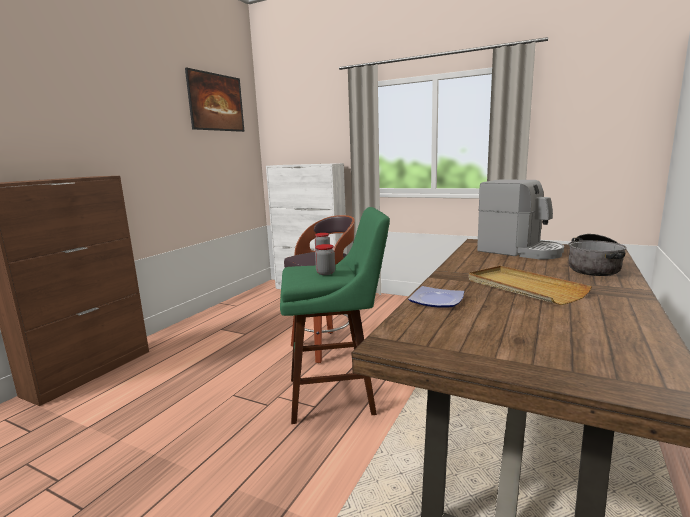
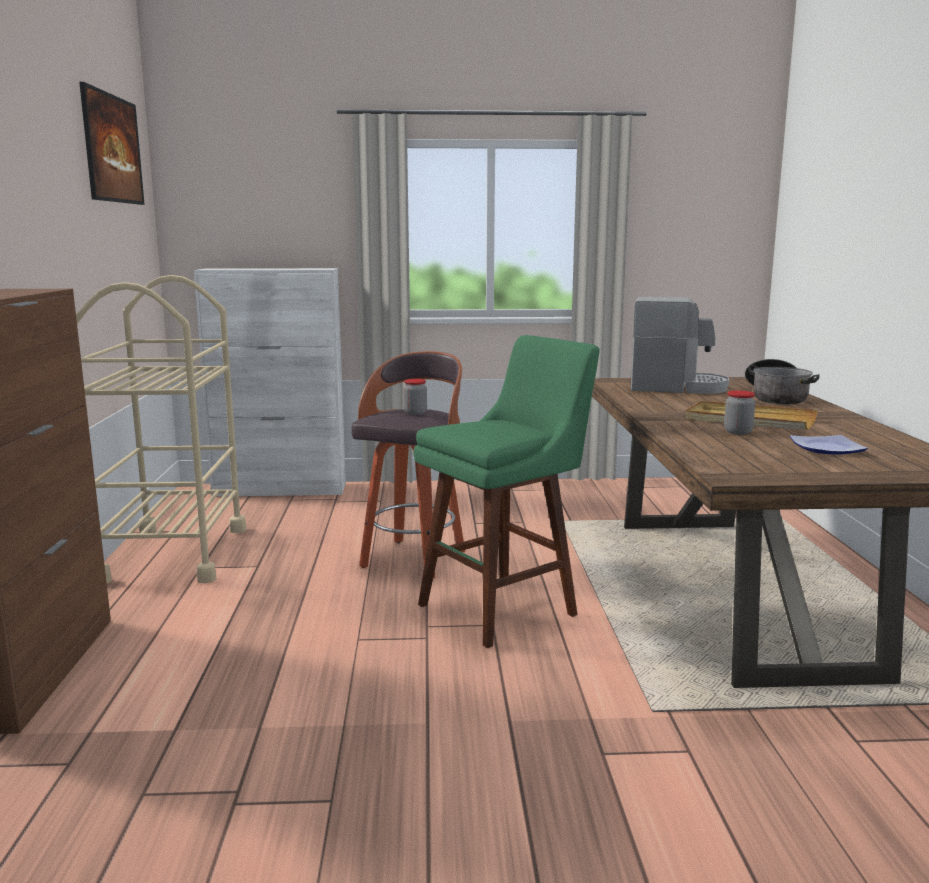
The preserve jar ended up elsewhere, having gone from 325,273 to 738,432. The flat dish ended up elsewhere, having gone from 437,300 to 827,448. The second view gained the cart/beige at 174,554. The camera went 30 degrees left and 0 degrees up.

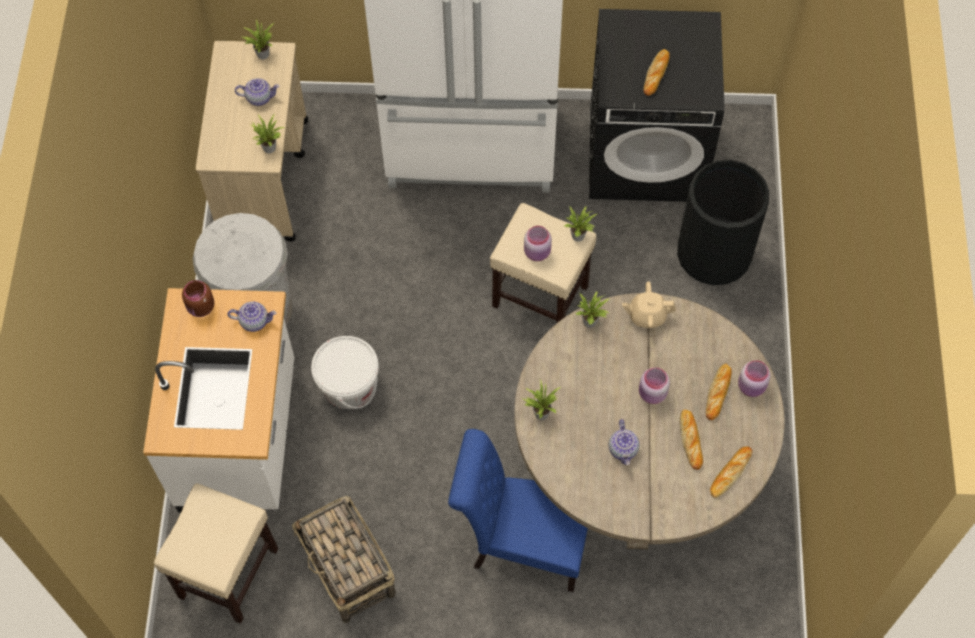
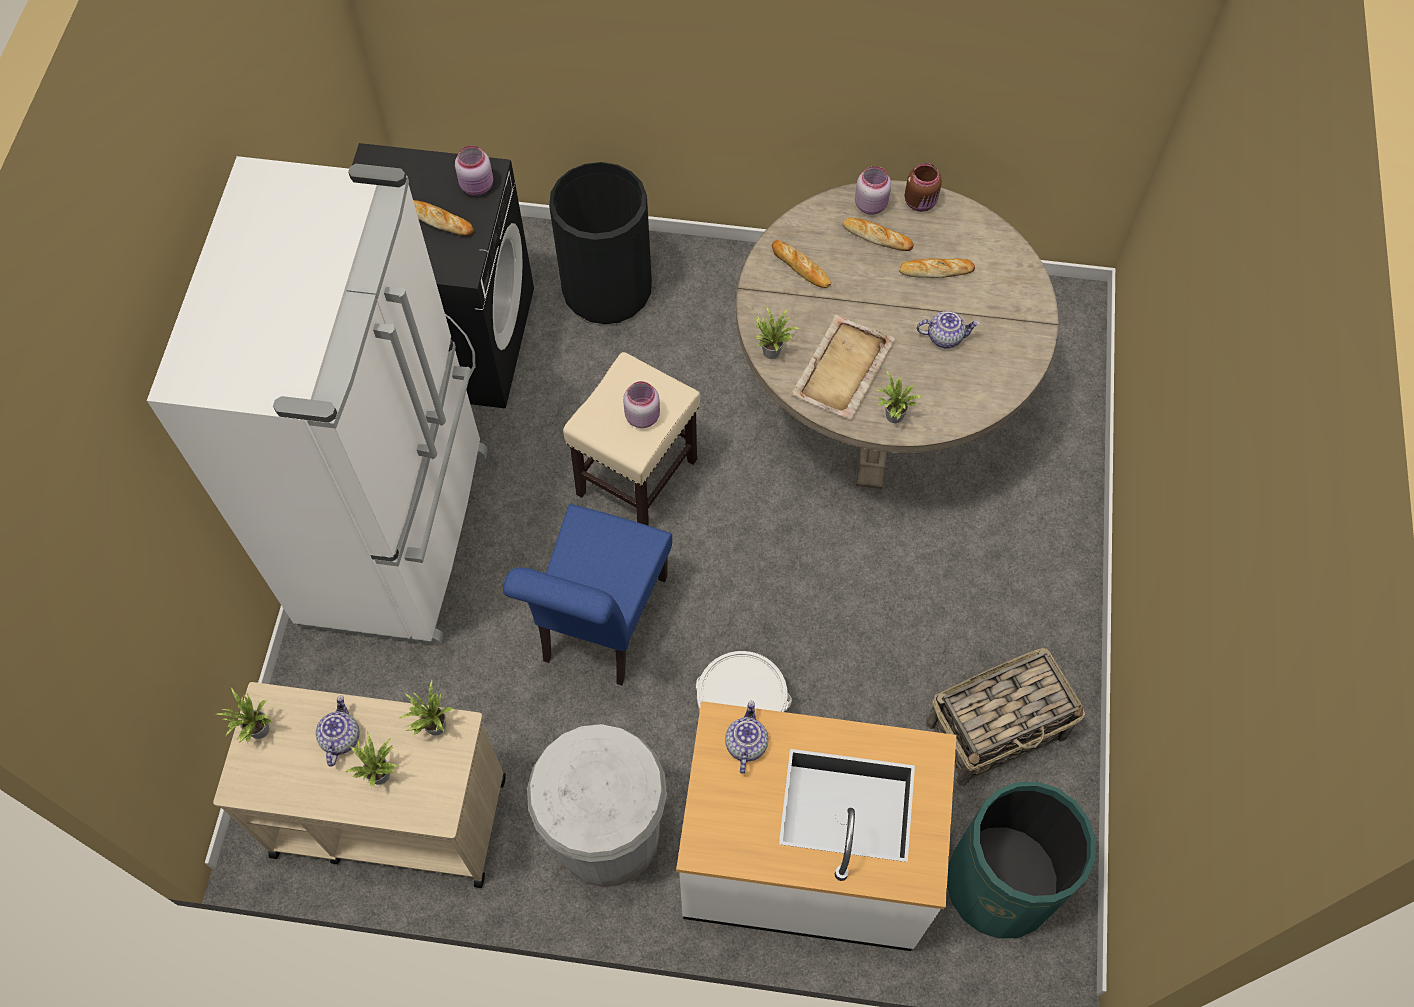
The houseplant ended up elsewhere, having gone from 580,236 to 380,772. The preserve jar/brownish ended up elsewhere, having gone from 201,308 to 921,202. The second view lost the teapot/beige at 647,315. The preserve jar/pink-coloured ended up elsewhere, having gone from 652,394 to 478,186. The upright chair/blue-coloured ended up elsewhere, having gone from 522,544 to 600,626. The baked bread ended up elsewhere, having gone from 730,473 to 800,267. Where the sitting stool/beige stood at 228,574, the trash can/green came to stand at 1000,883. The second view gained the tray/beige at 842,370. The camera went 85 degrees left and 0 degrees up.

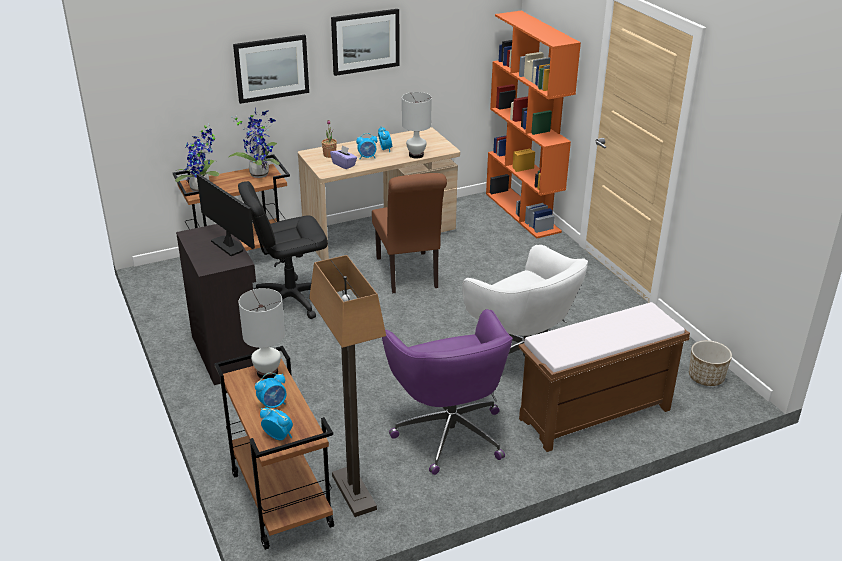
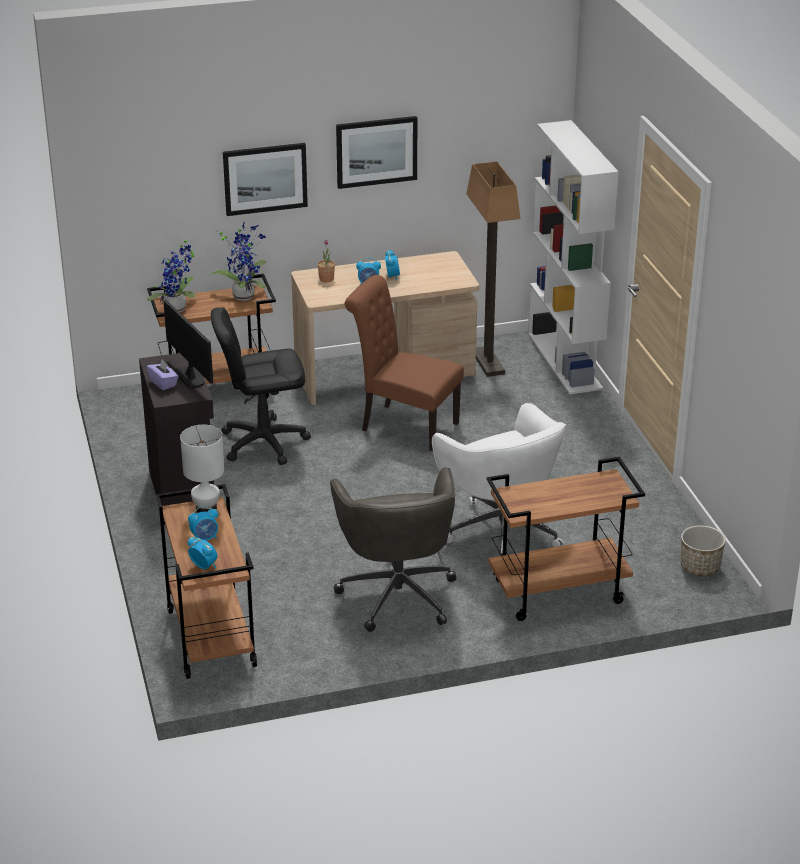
What was the bookcase/orange at 523,212 turned into the bookcase/whitish at 565,361. The second view lost the tabletop lamp/whitish at 415,155. The tissue holder/purple ended up elsewhere, having gone from 344,164 to 163,383. The upright chair/brownish at 408,275 ended up facing another way, 120 degrees clockwise from before. The floor lamp ended up elsewhere, having gone from 354,492 to 488,363. Where the bench/brownish stood at 594,415, the cart/brownish came to stand at 558,593. What was the computer chair/purple at 449,431 turned into the computer chair/greyish at 397,593. The camera went 10 degrees right and 0 degrees up.

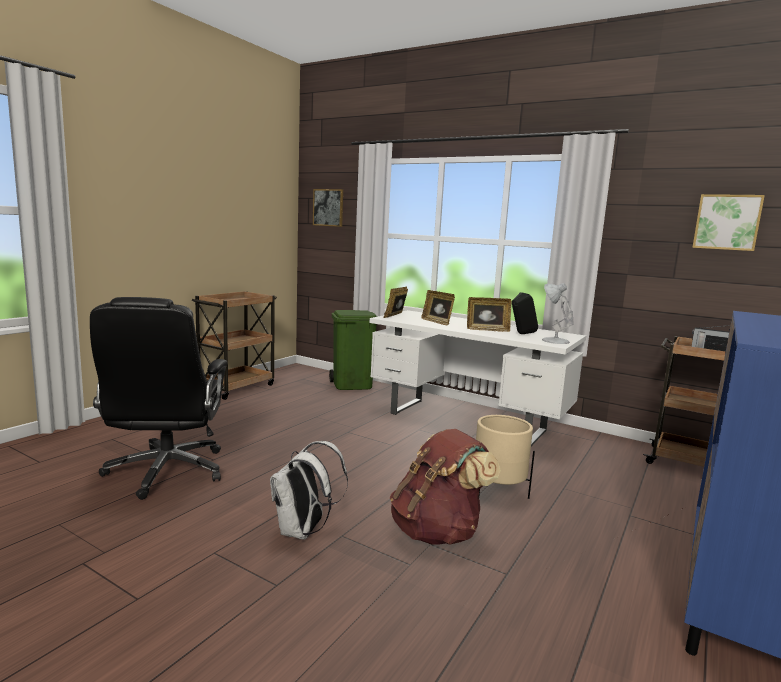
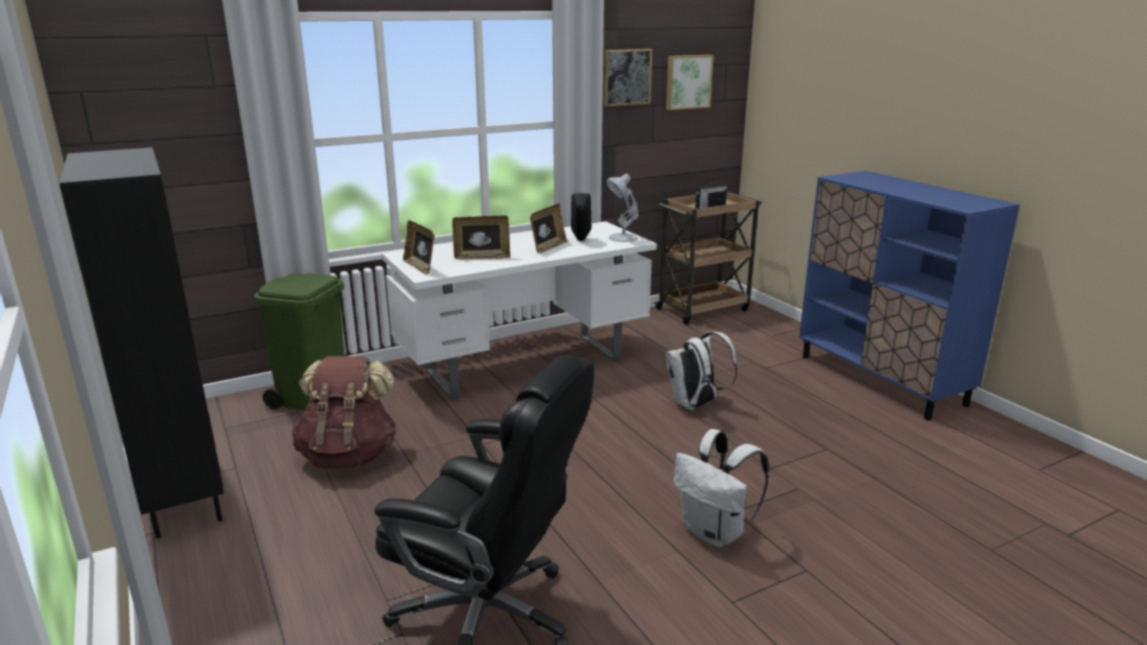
The picture ended up elsewhere, having gone from 328,207 to 627,77. Where the cart/brownish stood at 237,387, the bookcase/blackish came to stand at 182,497. Where the flower pot/beige stood at 498,491, the backpack/whitish came to stand at 695,405. The backpack/brownish ended up elsewhere, having gone from 438,531 to 349,456. The camera went 60 degrees left and 10 degrees up.

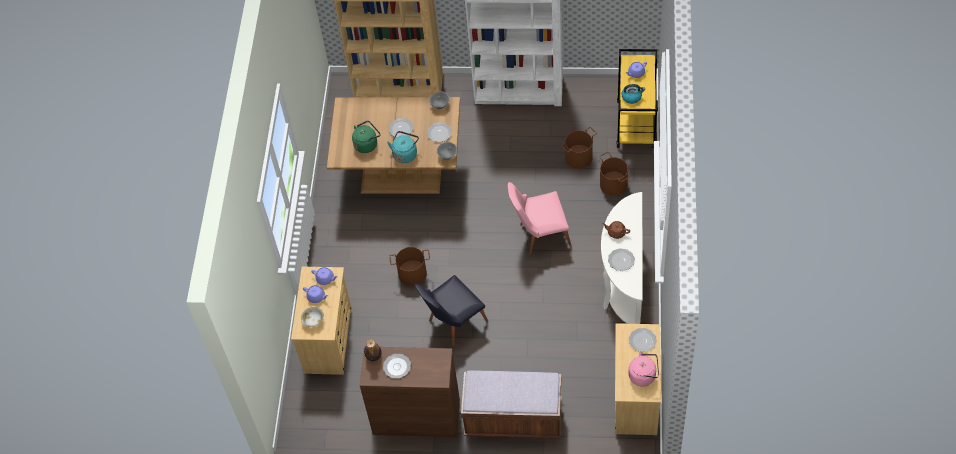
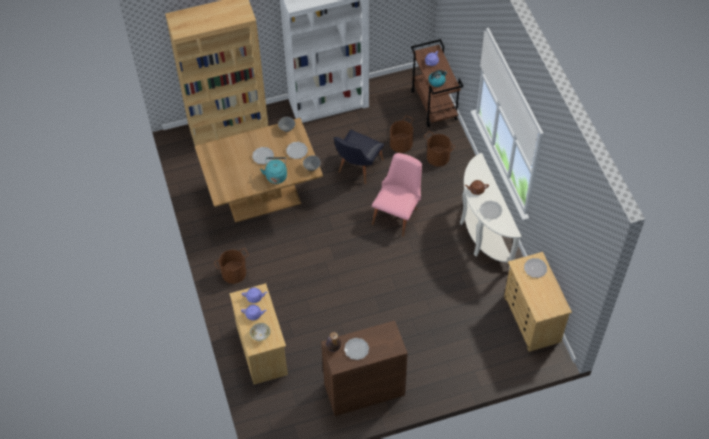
What was the cart/yellow-coloured at 636,125 turned into the cart/brownish at 434,105. The second view lost the tea kettle/green at 367,144. The upright chair/pink-coloured at 539,235 ended up facing another way, 150 degrees clockwise from before. The pail/brownish ended up elsewhere, having gone from 412,274 to 234,273. The upright chair/blackish ended up elsewhere, having gone from 452,323 to 357,168. The second view lost the tea kettle/pink-coloured at 644,375. The second view lost the bench/brownish at 513,419. The camera went 25 degrees left and 0 degrees up.

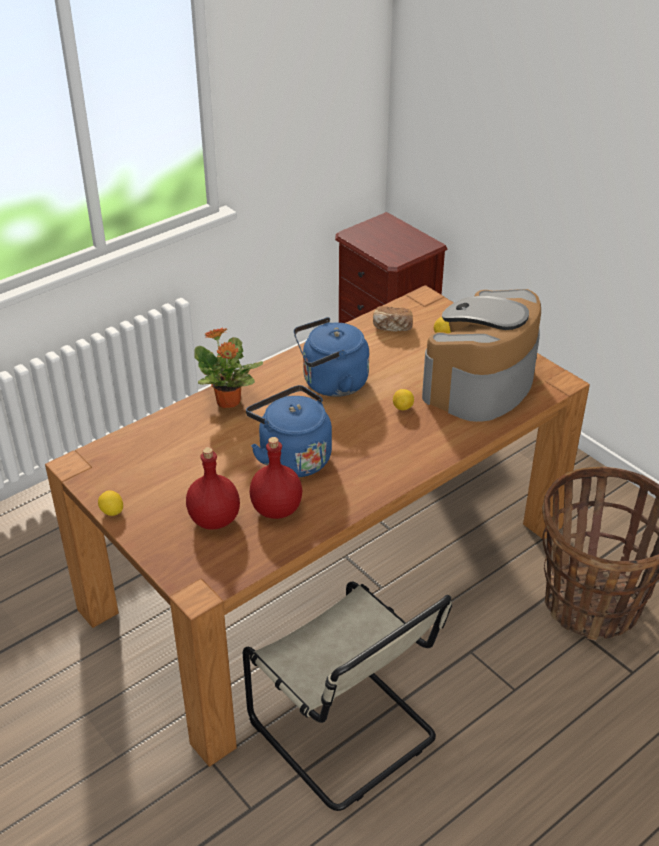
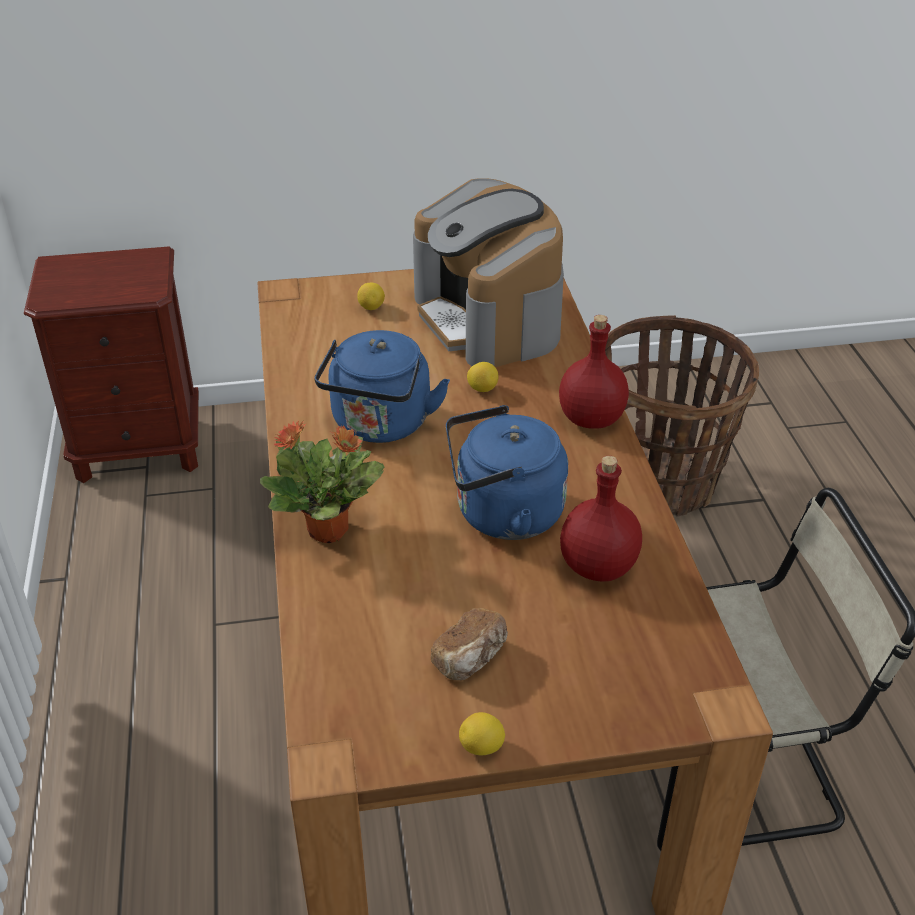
The baked bread ended up elsewhere, having gone from 392,327 to 471,658. The drink bottle/reddish ended up elsewhere, having gone from 213,519 to 590,419. The camera went 60 degrees left and 0 degrees up.

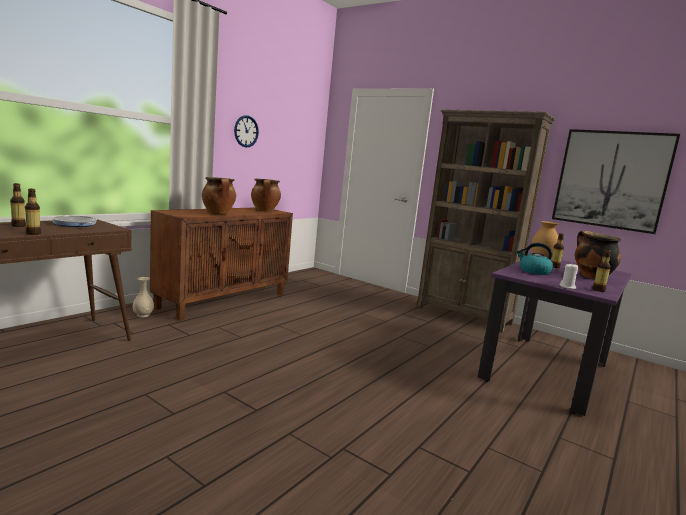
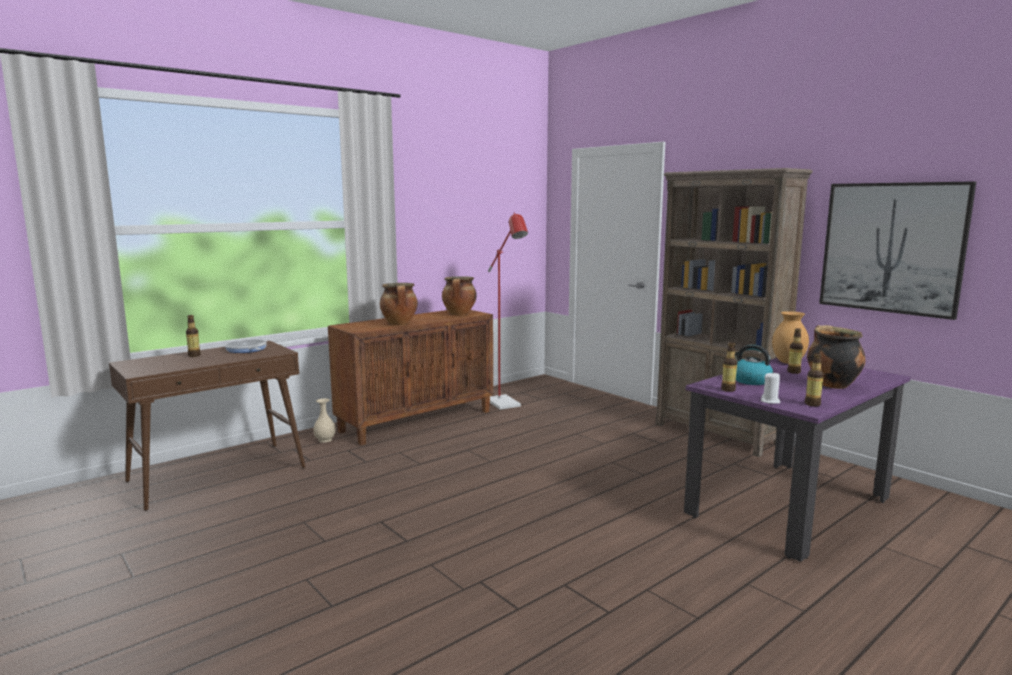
The second view lost the hanging clock at 246,131. The drink bottle ended up elsewhere, having gone from 33,233 to 728,390. The second view gained the floor lamp/reddish at 506,405. The camera went 15 degrees right and 0 degrees up.

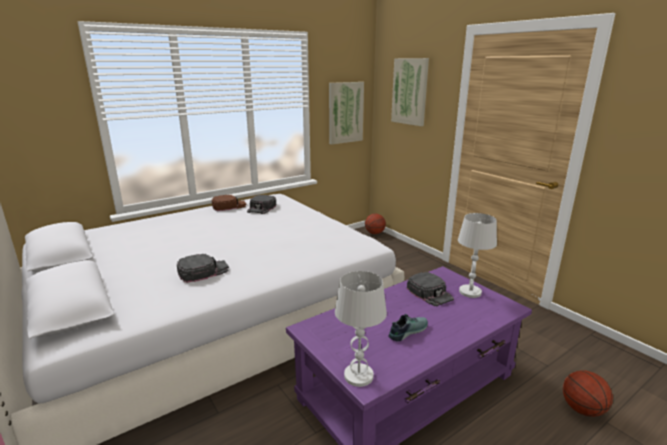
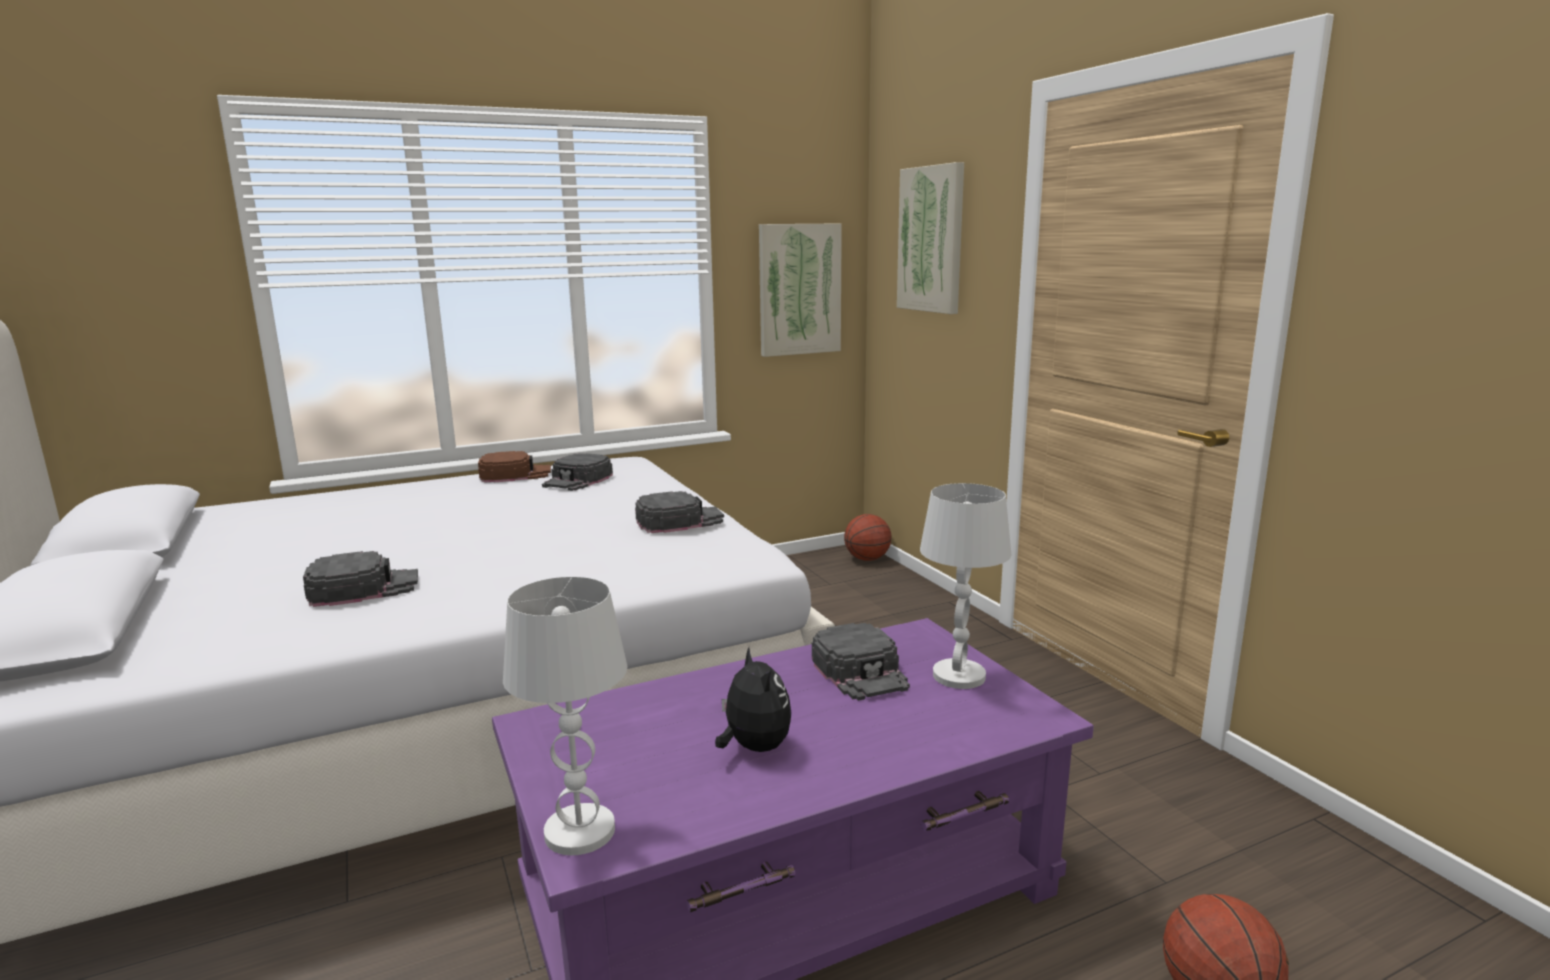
Where the shoe stood at 407,331, the plush toy came to stand at 754,747. The second view gained the baseball cap/blackish at 679,520. The camera went 10 degrees right and 5 degrees down.

